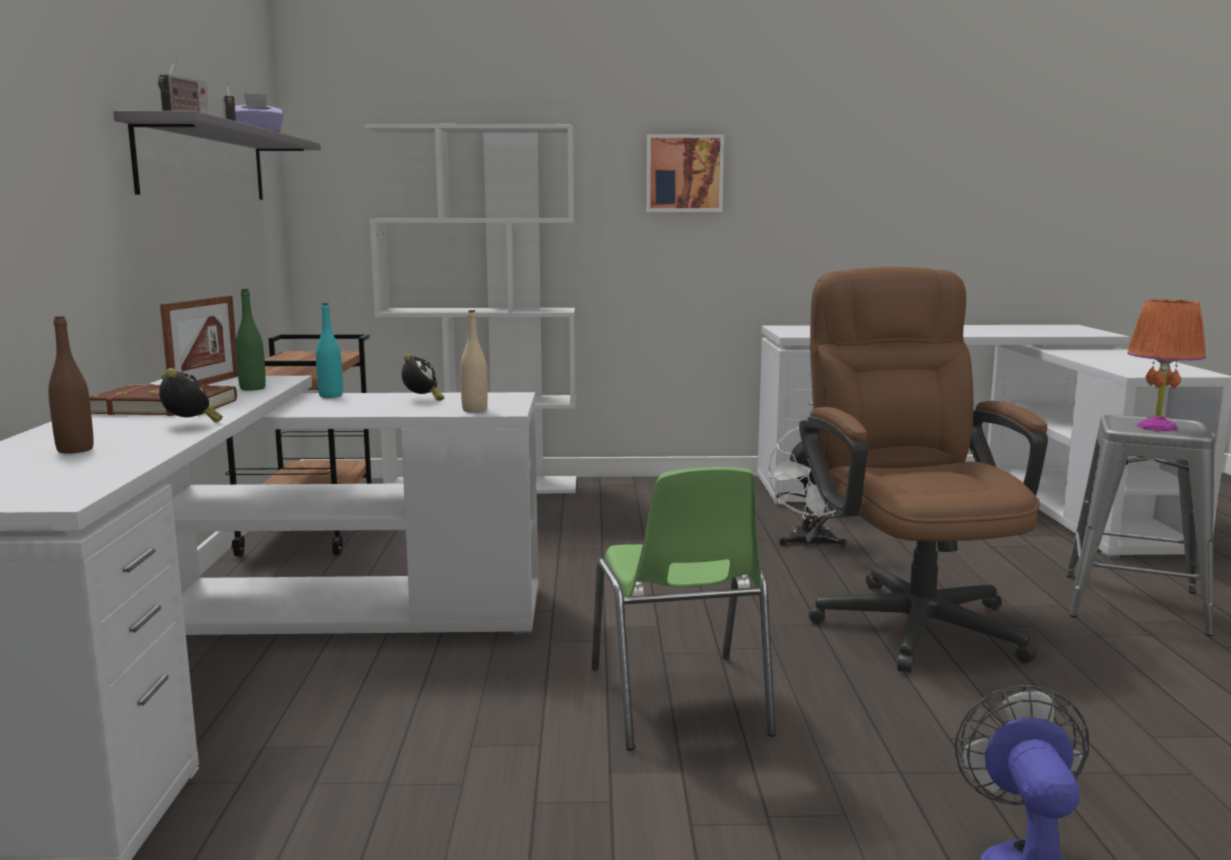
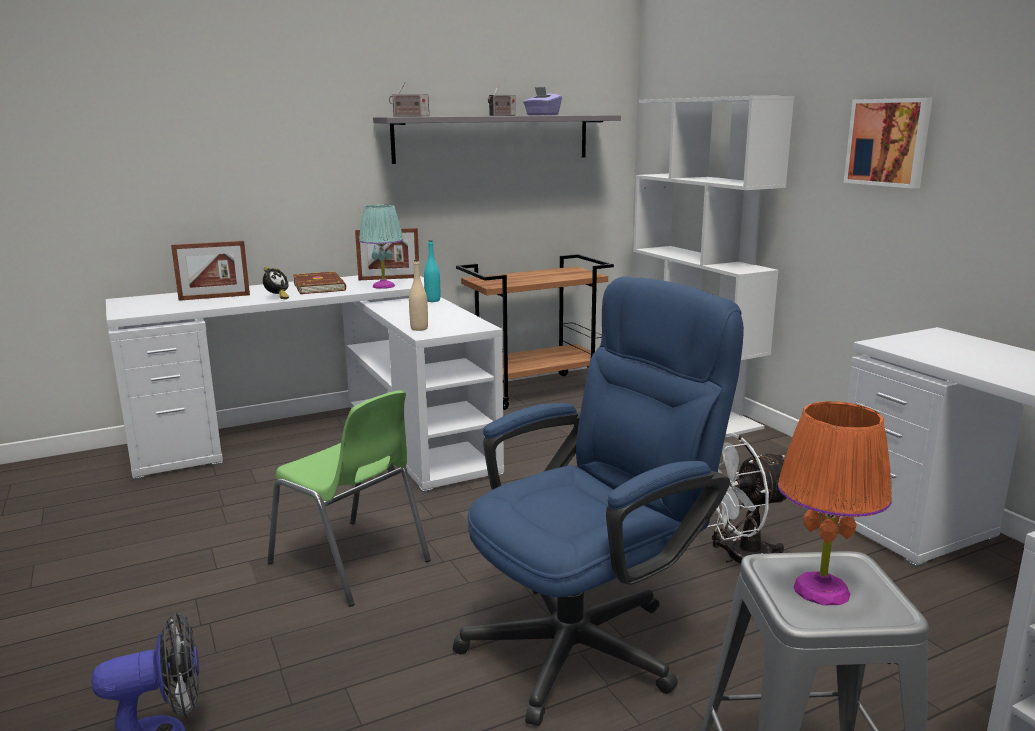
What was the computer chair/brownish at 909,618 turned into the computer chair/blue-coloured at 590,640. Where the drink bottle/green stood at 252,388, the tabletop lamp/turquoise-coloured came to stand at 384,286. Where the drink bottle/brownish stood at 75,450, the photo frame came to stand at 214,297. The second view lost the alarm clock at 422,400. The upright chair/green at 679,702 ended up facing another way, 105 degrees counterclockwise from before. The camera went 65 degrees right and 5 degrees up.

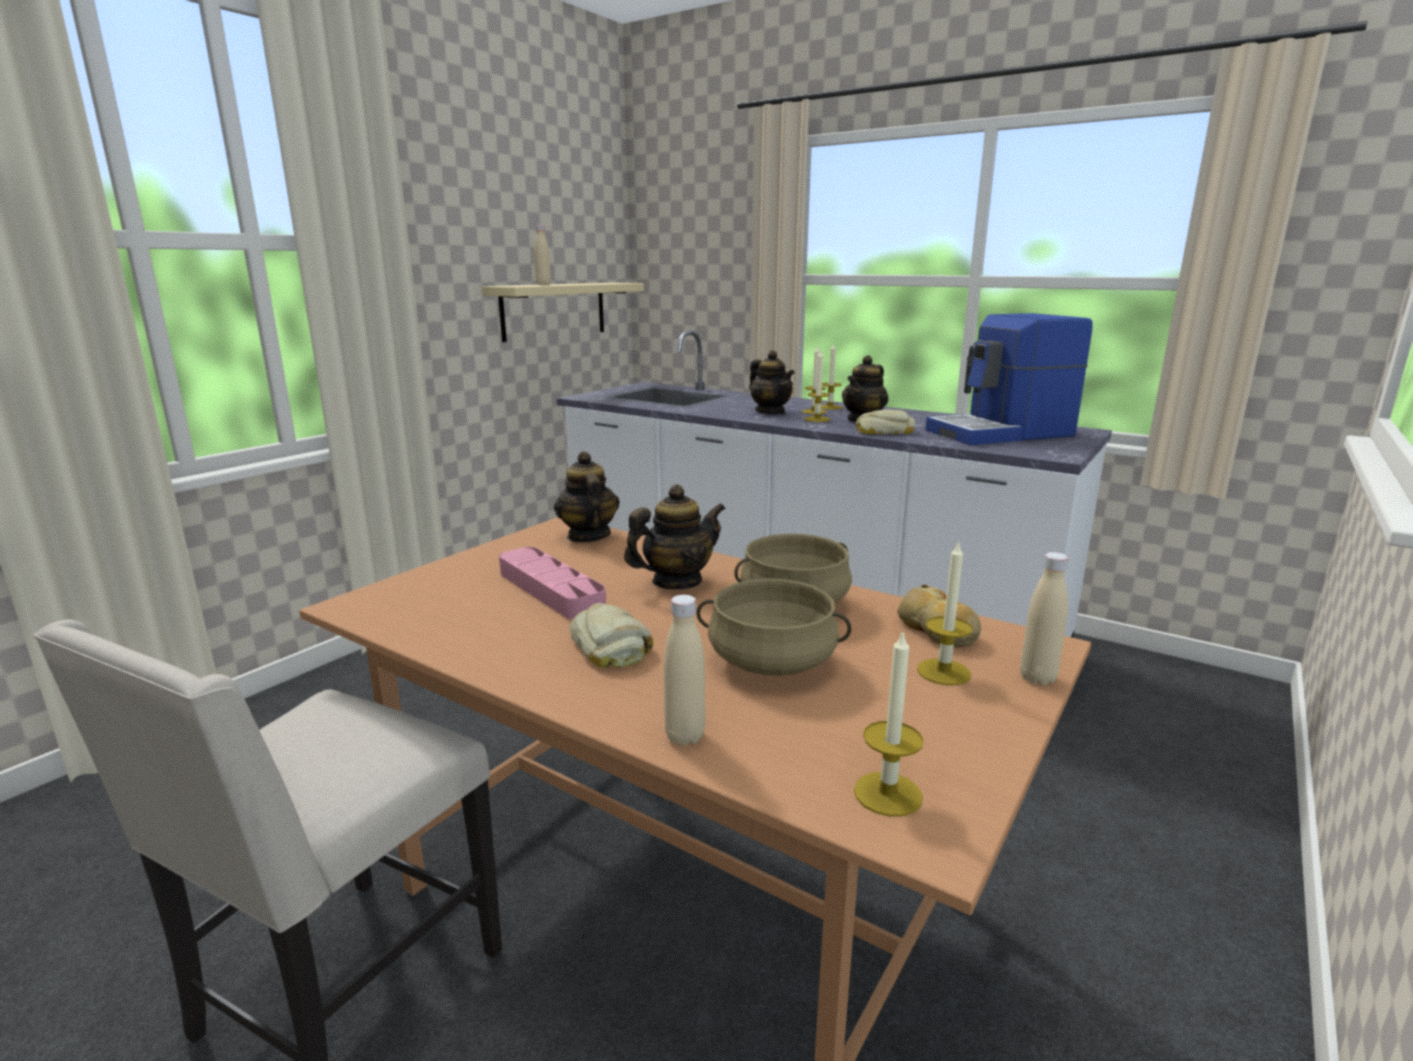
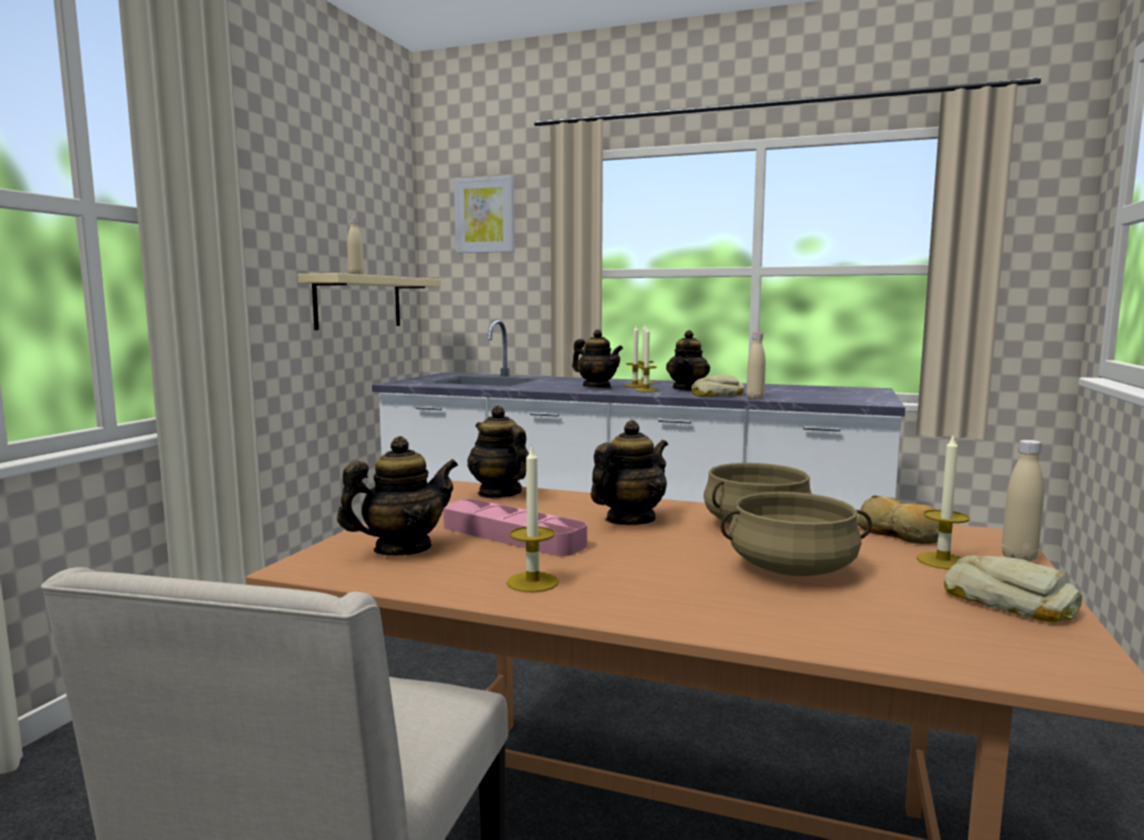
The second view lost the coffee brewer at 1002,433. The drink bottle/beige ended up elsewhere, having gone from 685,736 to 755,398. The baked bread ended up elsewhere, having gone from 610,645 to 1009,601. The wax candle ended up elsewhere, having gone from 887,794 to 532,582. The second view gained the picture at 485,215. The second view gained the teapot at 402,549. The camera went 15 degrees left and 10 degrees down.

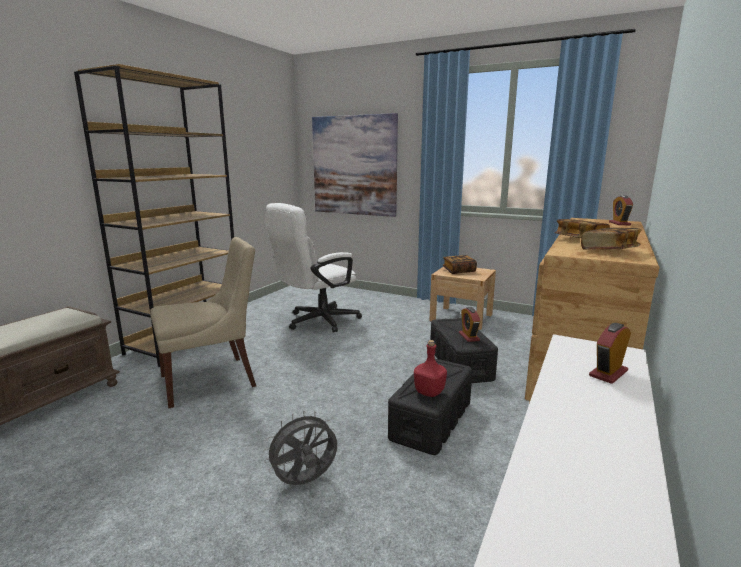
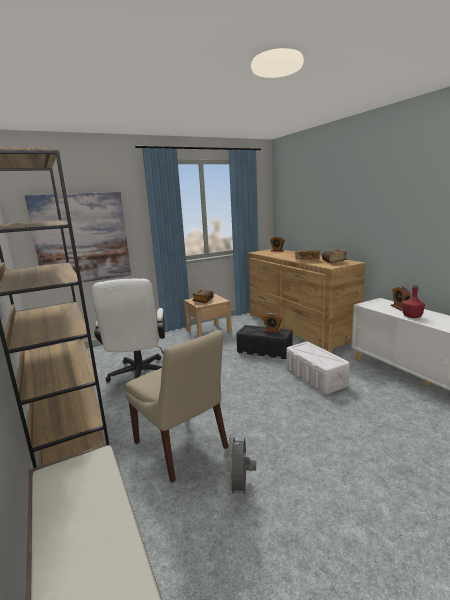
The upright chair/beige at 212,380 ended up facing another way, 135 degrees clockwise from before. The drink bottle/reddish ended up elsewhere, having gone from 428,392 to 412,316. What was the storage box/blackish at 431,421 turned into the storage box/whitish at 316,377. The electric fan/greyish ended up elsewhere, having gone from 305,482 to 240,488. The camera went 55 degrees left and 0 degrees up.

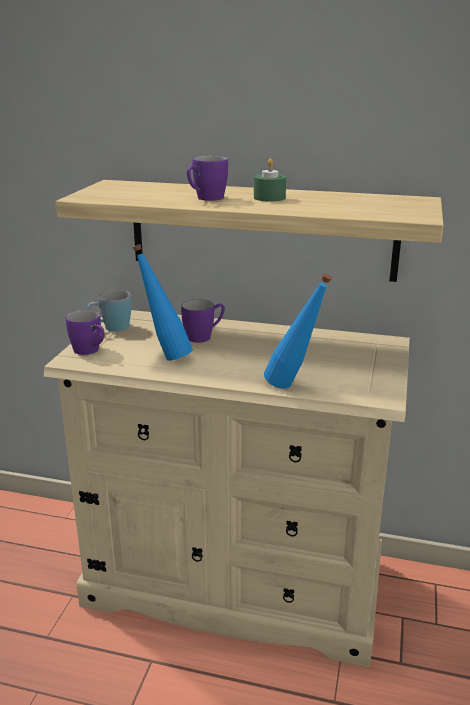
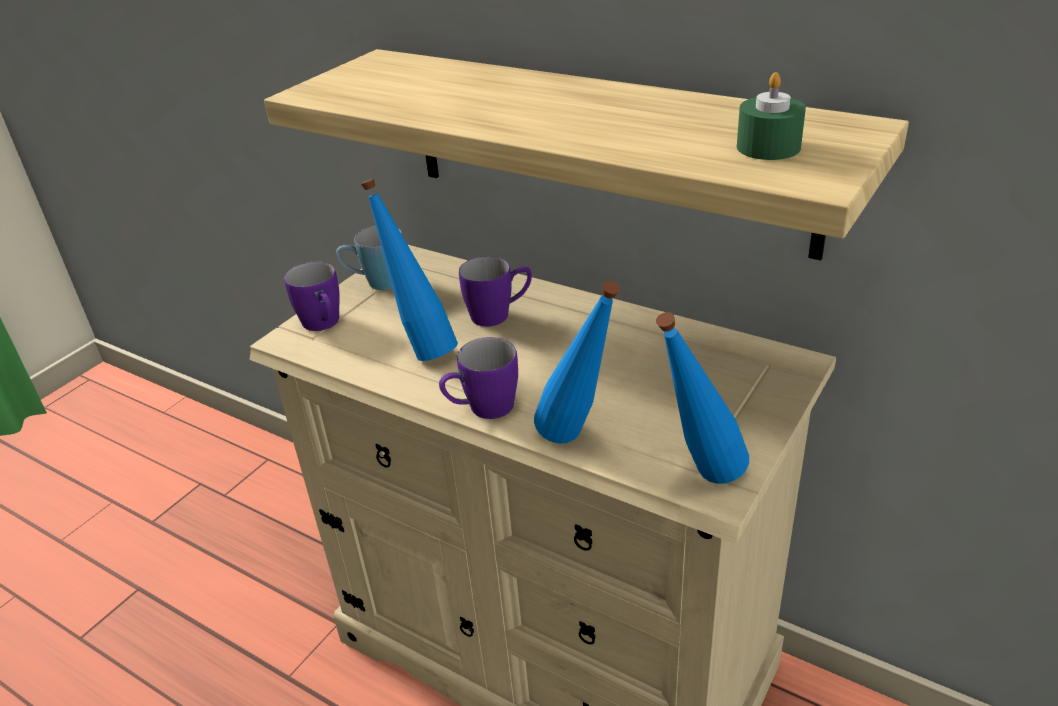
The tea mug/purple ended up elsewhere, having gone from 206,199 to 482,410. The wax candle/green ended up elsewhere, having gone from 269,198 to 768,147. The second view gained the drink bottle/blue-coloured at 698,481. The camera went 20 degrees right and 10 degrees up.

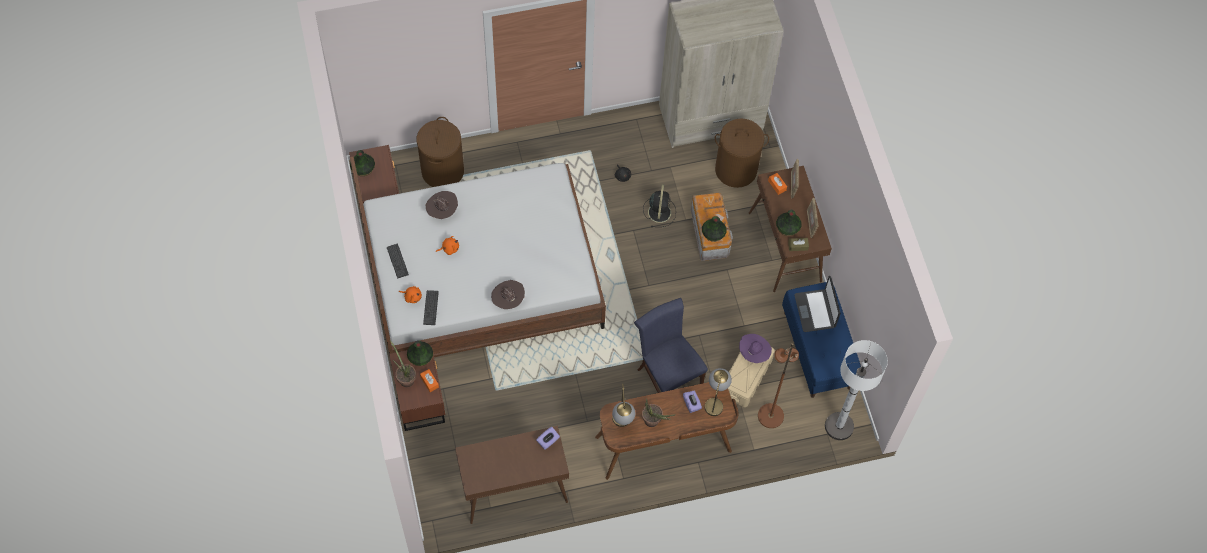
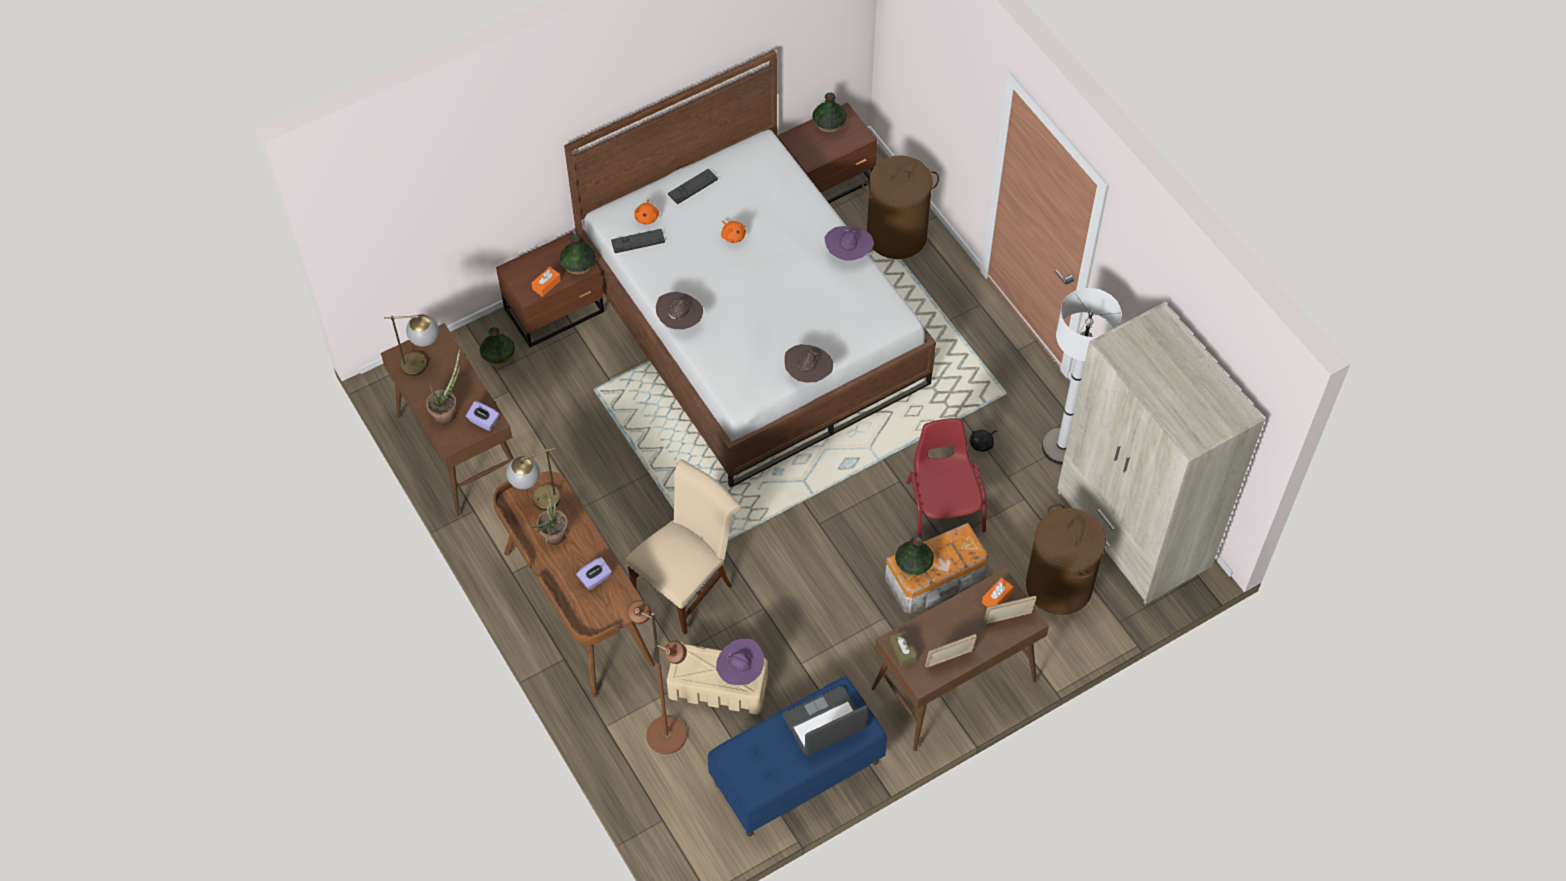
Where the electric fan/blackish stood at 659,211, the upright chair/reddish came to stand at 944,505. The hat/brownish ended up elsewhere, having gone from 442,211 to 808,374. The decorative vase ended up elsewhere, having gone from 787,228 to 499,356. What was the upright chair/blue-coloured at 667,374 turned into the upright chair/beige at 687,584. The houseplant ended up elsewhere, having gone from 405,378 to 448,413. The floor lamp/whitish ended up elsewhere, having gone from 839,426 to 1062,447. The tabletop lamp ended up elsewhere, having gone from 715,401 to 423,364. The second view gained the hat/purple at 848,253. The camera went 75 degrees right and 5 degrees down.

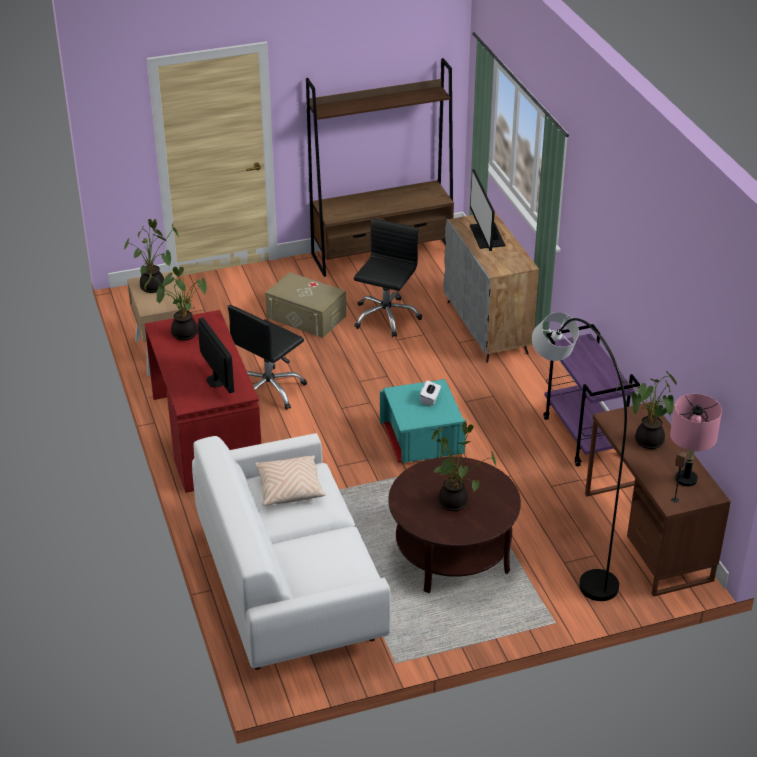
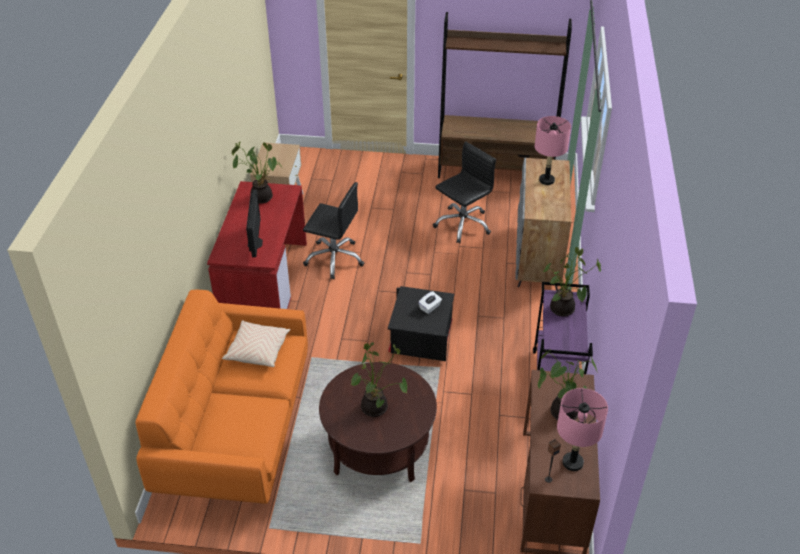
Where the computer screen stood at 486,236, the tabletop lamp/pink-coloured came to stand at 546,180. The houseplant ended up elsewhere, having gone from 154,287 to 563,310. The second view lost the storage box/beige at 306,317. The computer chair/blackish at 269,390 ended up facing another way, 135 degrees counterclockwise from before. The second view lost the floor lamp/greyish at 565,539. What was the storage box/turquoise-coloured at 421,441 turned into the storage box/blackish at 420,338. What was the sofa/whitish at 290,587 turned into the sofa/orange at 237,429. The camera went 25 degrees right and 5 degrees up.

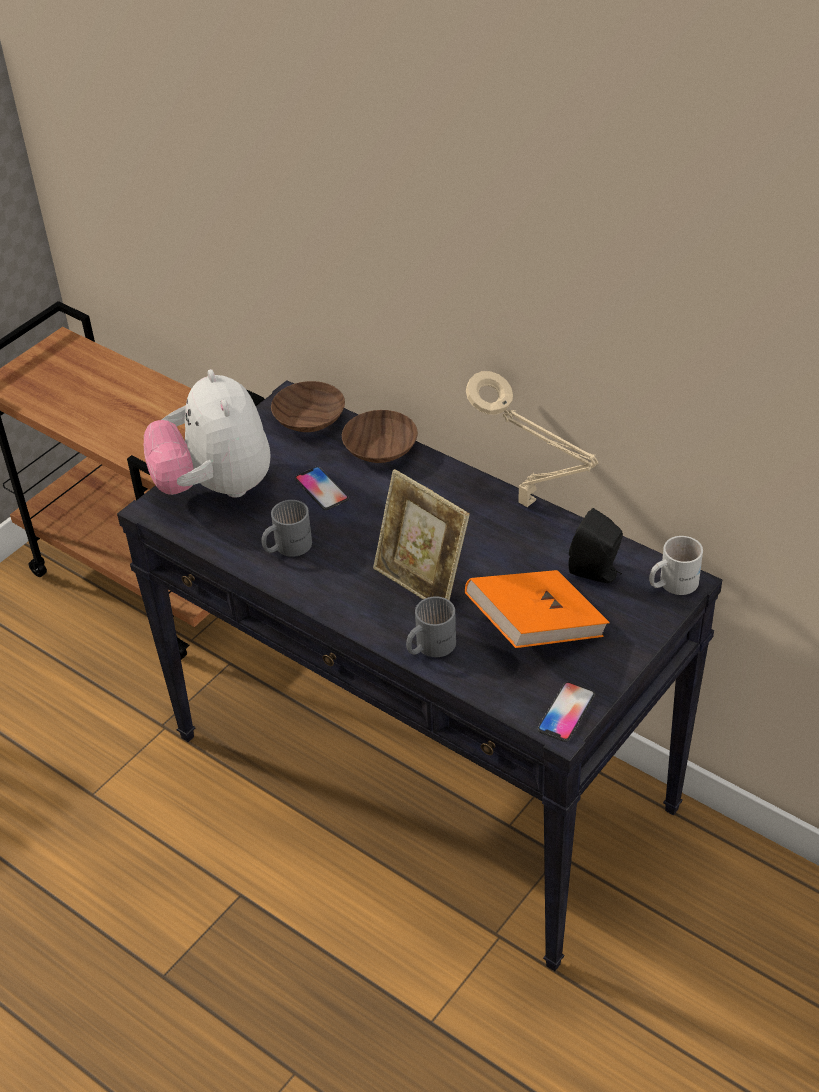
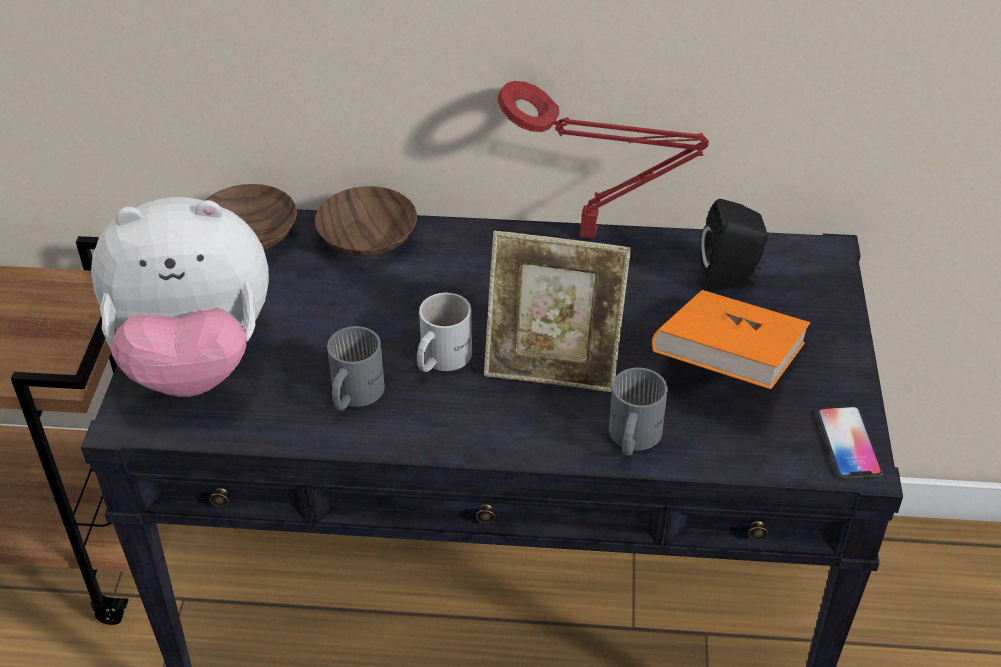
The plush toy at 215,487 ended up facing another way, 45 degrees counterclockwise from before. What was the tabletop lamp/beige at 531,505 turned into the tabletop lamp/reddish at 595,235. The second view lost the handset at 321,489. The tea mug/whitish ended up elsewhere, having gone from 671,582 to 439,358. The camera went 35 degrees left and 0 degrees up.

